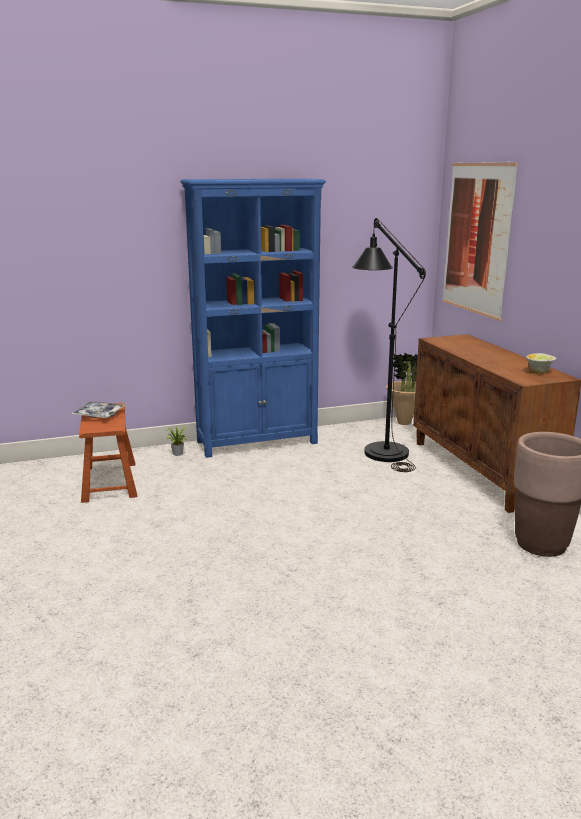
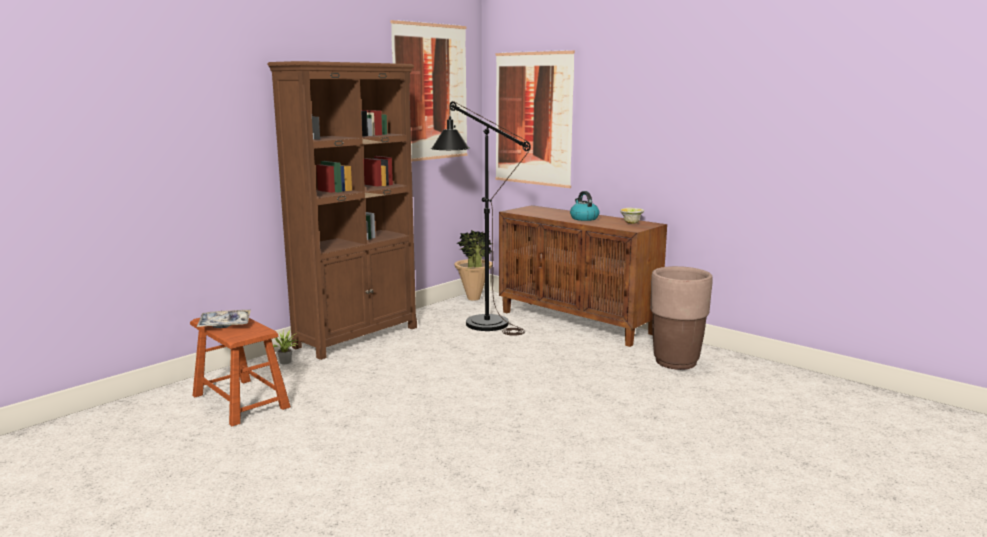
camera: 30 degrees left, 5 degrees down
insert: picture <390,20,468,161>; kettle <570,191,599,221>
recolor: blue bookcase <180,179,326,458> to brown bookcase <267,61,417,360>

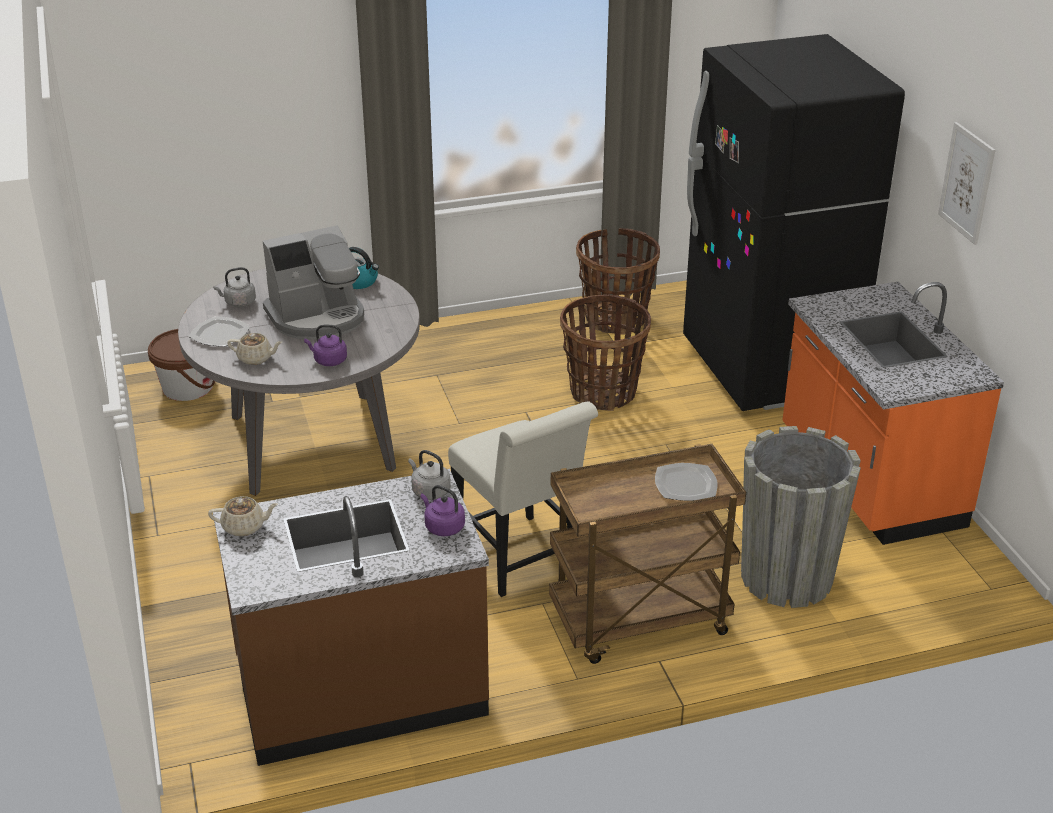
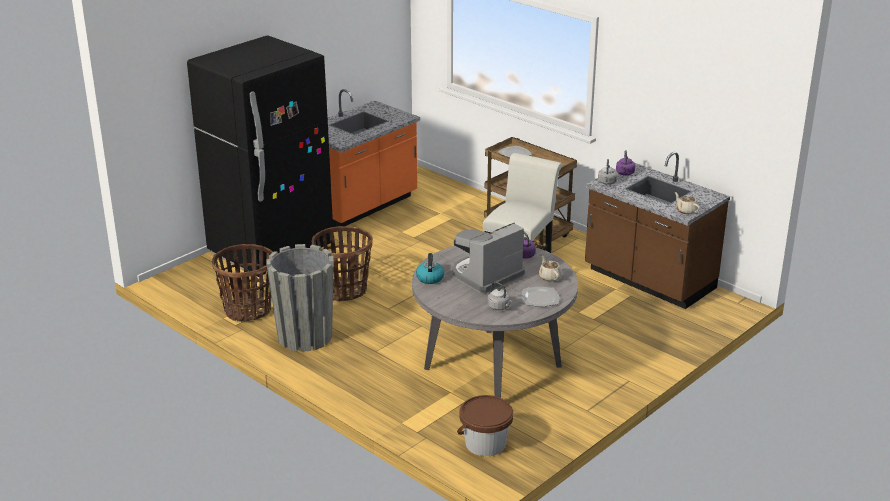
camera: 120 degrees left, 5 degrees down
delete: picture <938,122,995,245>
move: grey planter <741,426,861,608> to <266,244,334,352>
rotate: coffee machine <263,226,364,339> = <452,222,525,293> 75 degrees counterclockwise

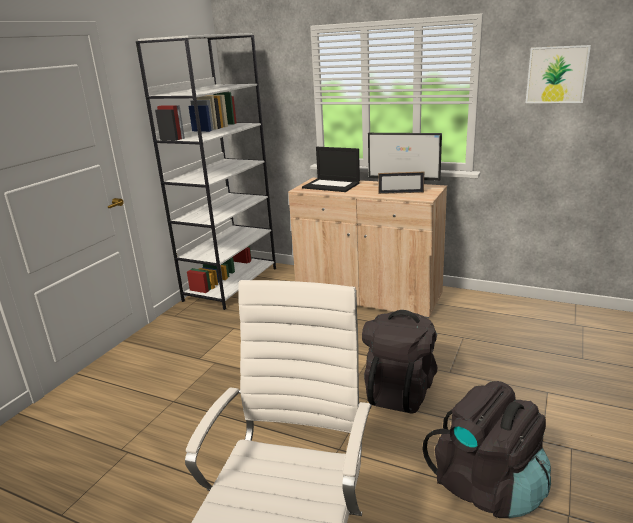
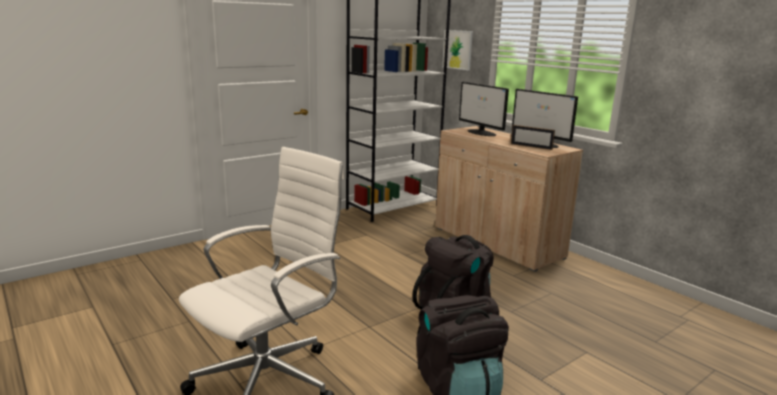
camera: 25 degrees right, 5 degrees down
move: picture <526,45,591,103> to <442,30,473,70>
replace: laptop <302,147,360,192> to monitor <459,82,509,136>

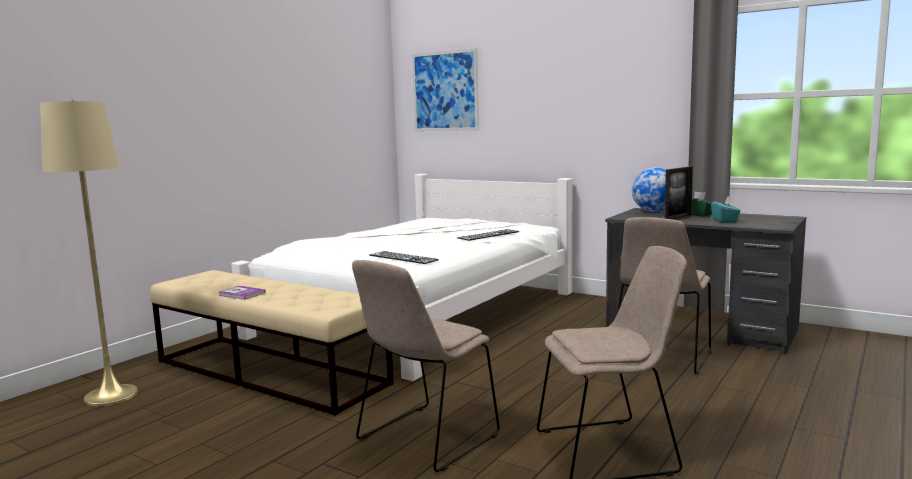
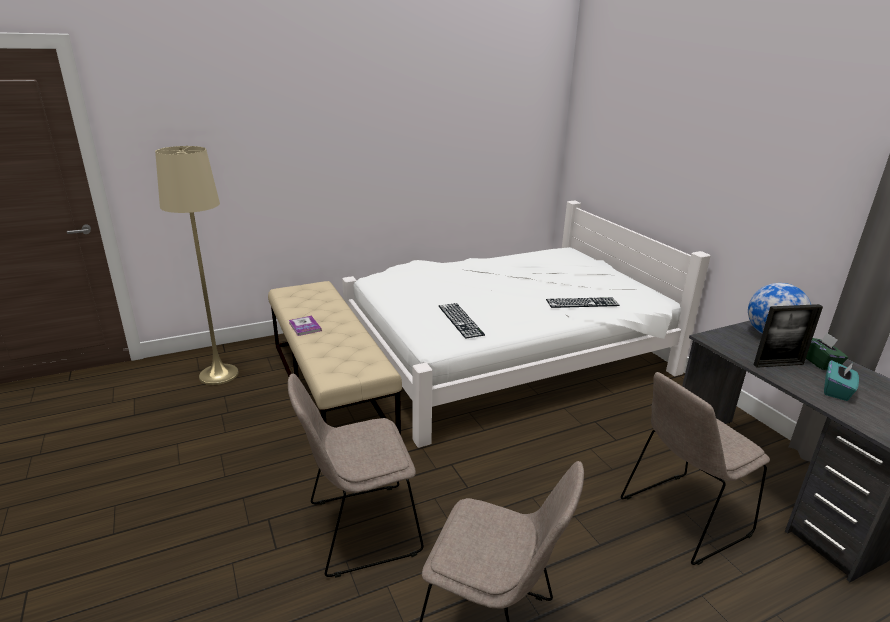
camera: 30 degrees right, 15 degrees up
delete: picture <412,48,479,131>

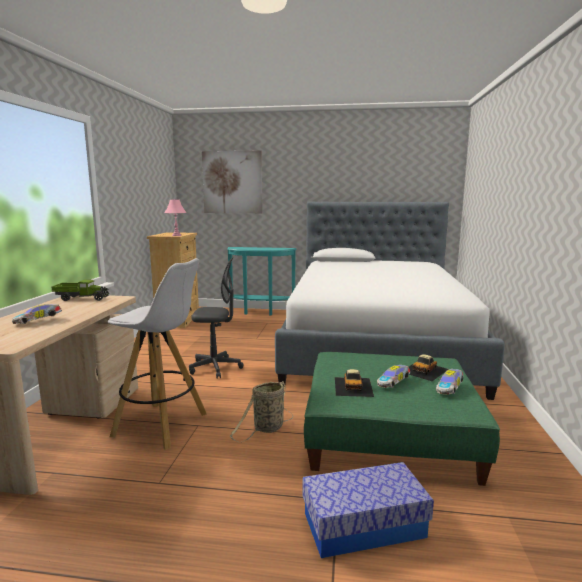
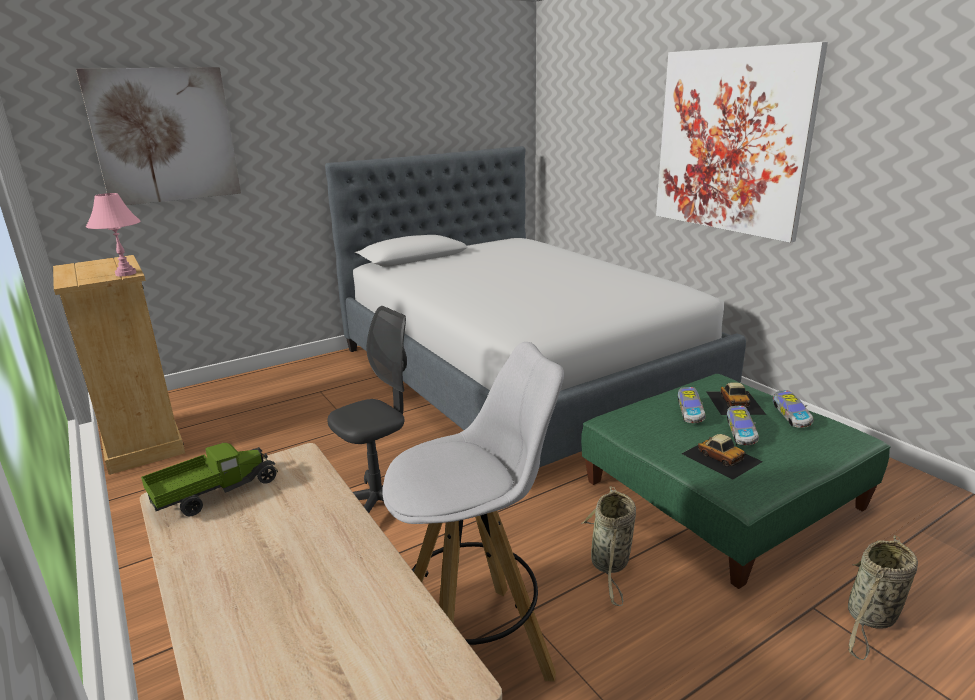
camera: 40 degrees left, 10 degrees up
delete: turquoise console table <227,247,297,316>
insert: picture <656,42,828,243>
move: toy car <12,304,62,324> to <678,387,705,423>
replace: storage box <302,462,434,558> to basket <848,535,918,660>

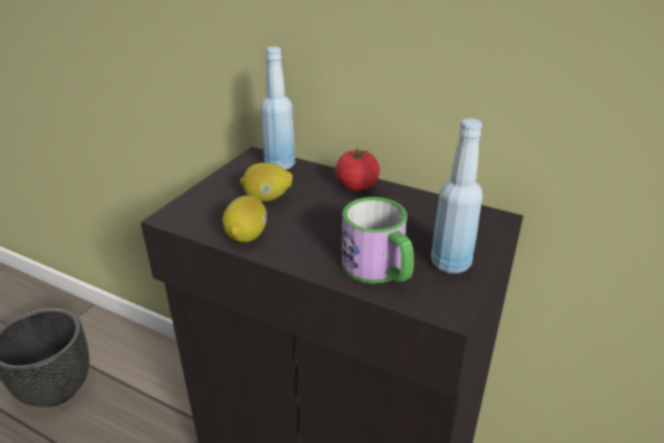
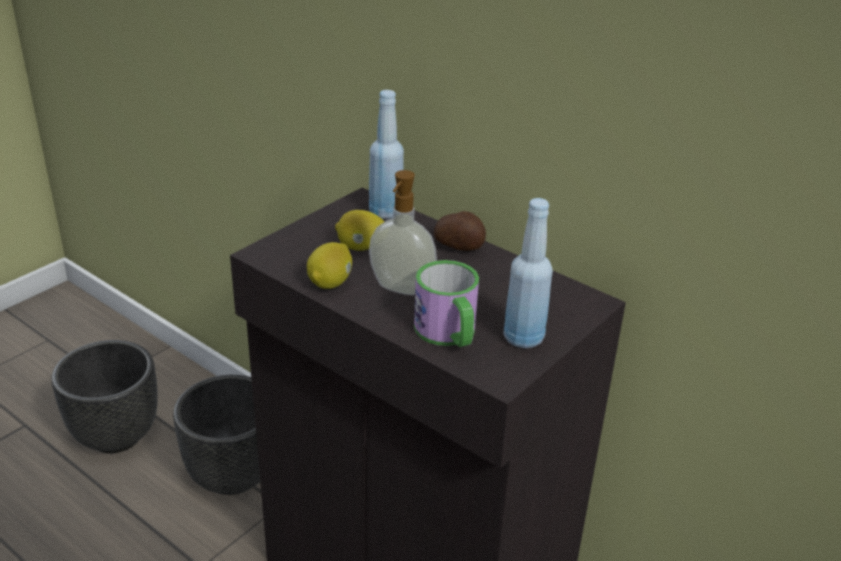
camera: 10 degrees right, 0 degrees up
insert: soap dispenser <369,170,437,295>; black planter <173,375,260,495>
replace: tomato <335,148,380,191> to potato <434,211,486,251>

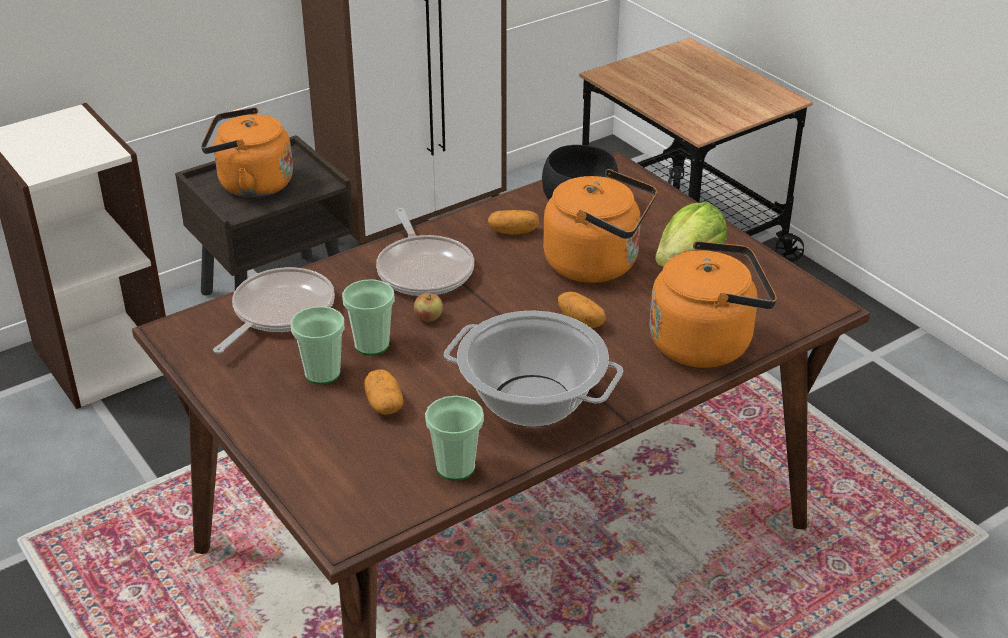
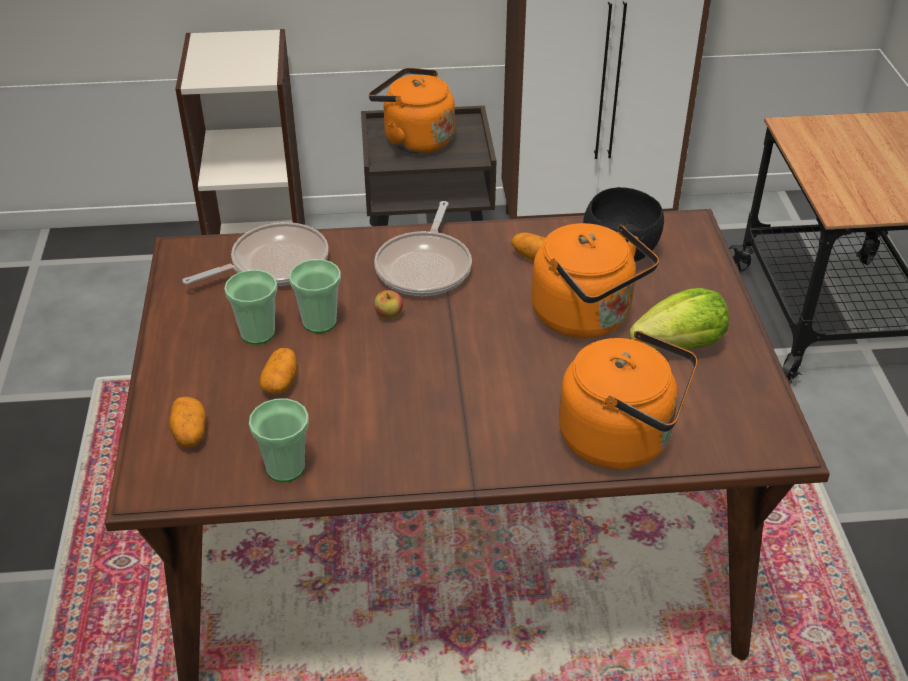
camera: 30 degrees right, 5 degrees up
delete: cooking pot <444,311,623,427>
move: potato <558,292,606,328> to <169,396,206,447>

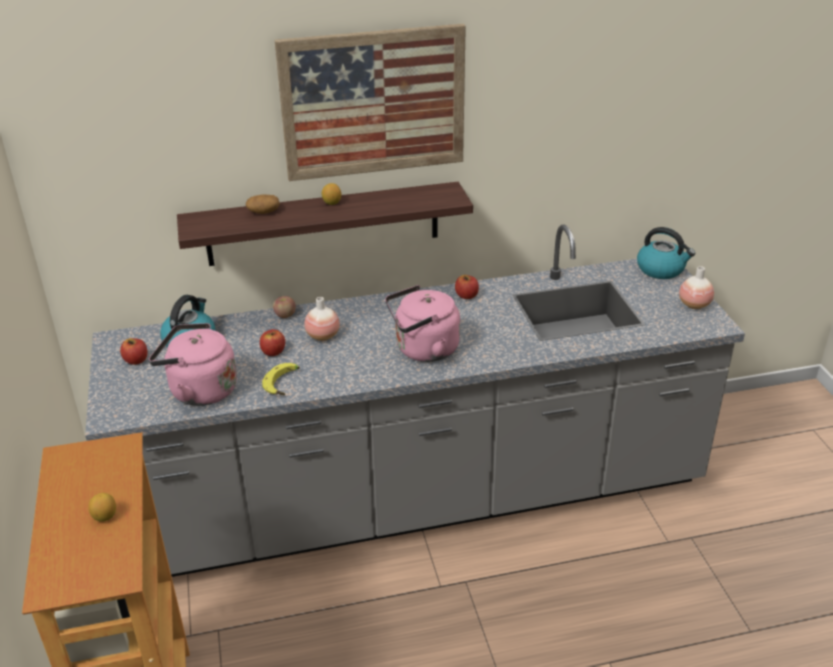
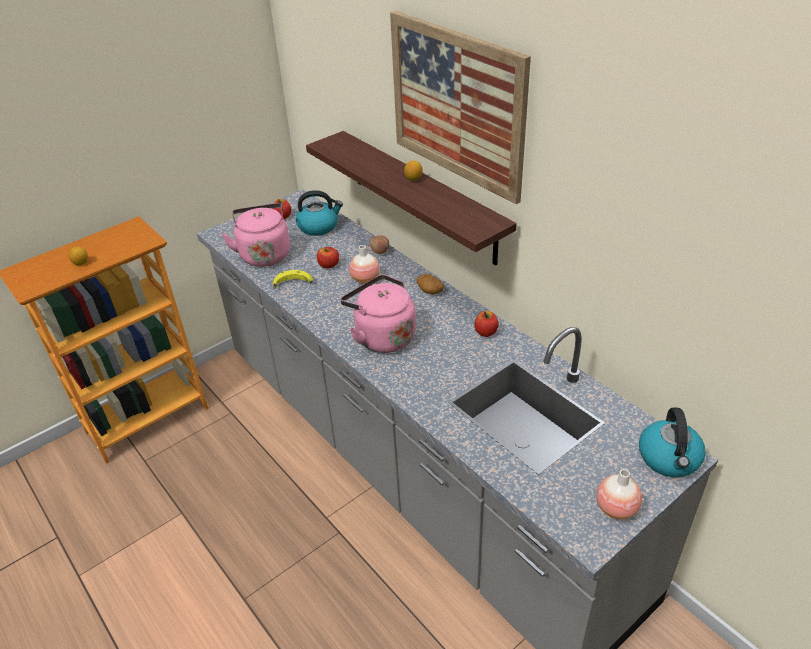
camera: 65 degrees right, 5 degrees up
move: potato <246,195,280,214> to <417,274,444,294>

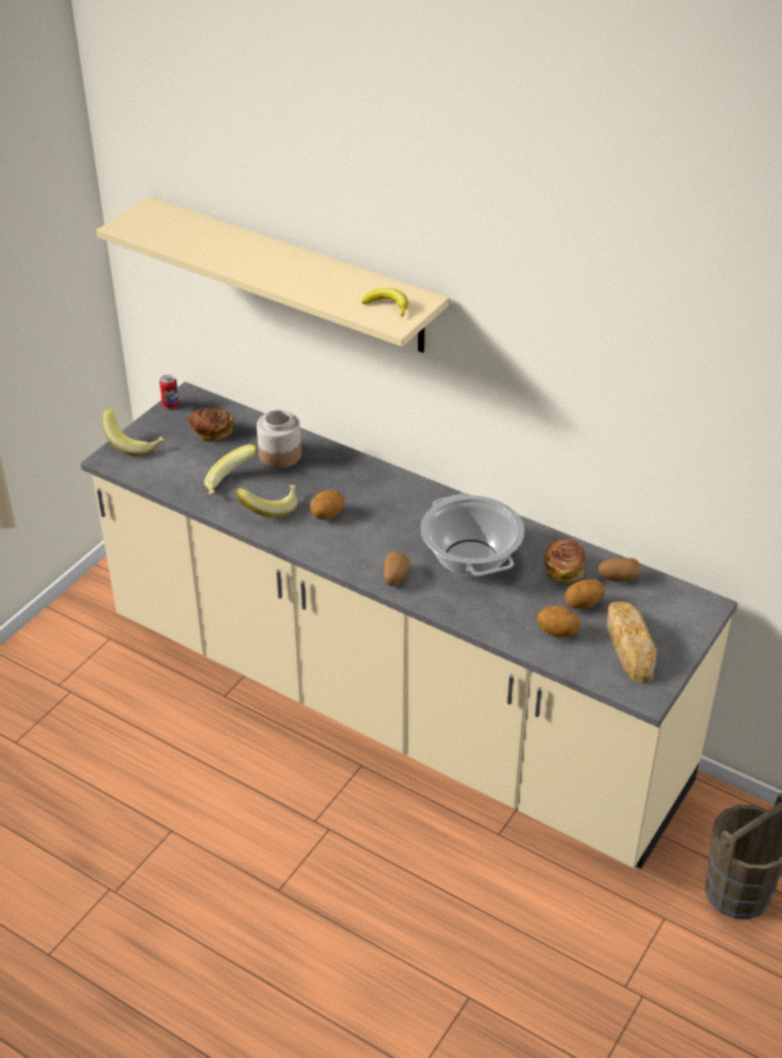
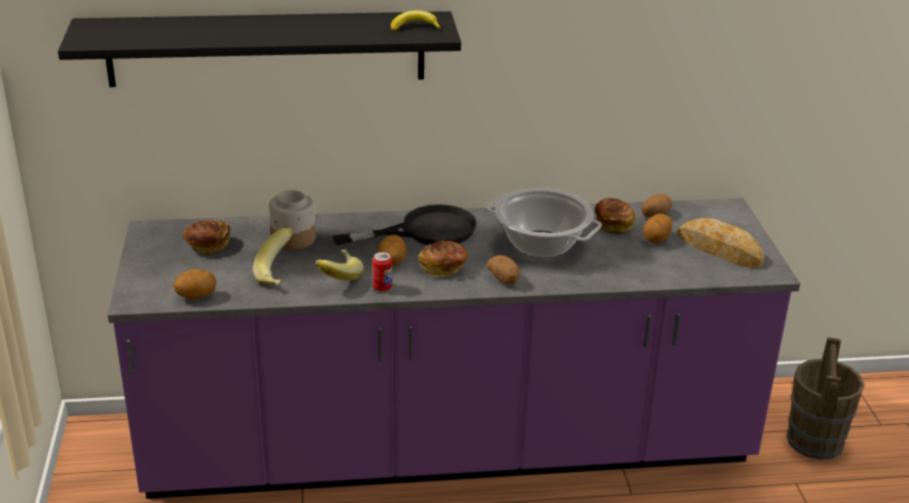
camera: 40 degrees left, 10 degrees down
delete: banana <102,408,164,456>
insert: black frying pan <333,204,477,245>; bread <418,241,468,277>
move: can <159,375,179,408> to <372,252,392,291>; potato <537,606,580,637> to <174,269,217,299>
recolor: beige shelf <96,197,449,353> to black shelf <58,11,461,87>; beige counter <81,382,737,869> to purple counter <108,198,800,499>

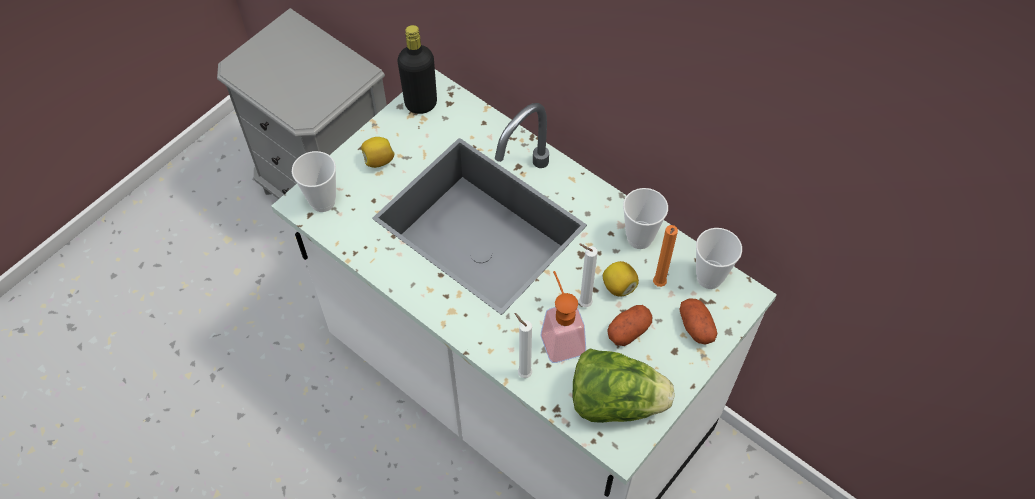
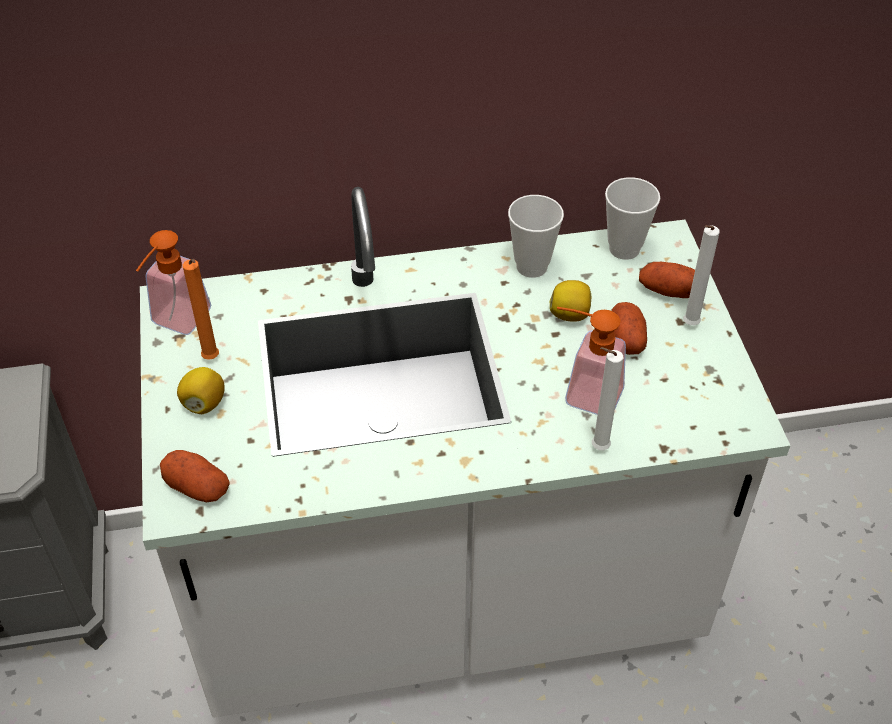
camera: 50 degrees left, 10 degrees down
delete: lettuce <573,349,675,423>
move: orange candle <653,225,678,287> to <183,259,219,360>; white candle <579,244,598,307> to <683,225,720,325>
replace: black bottle <398,25,437,114> to soap dispenser <136,230,211,335>; cup <292,151,336,212> to potato <160,450,230,502>

